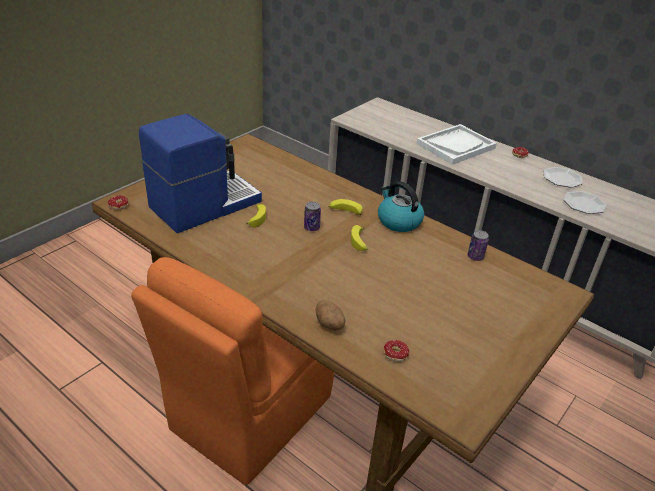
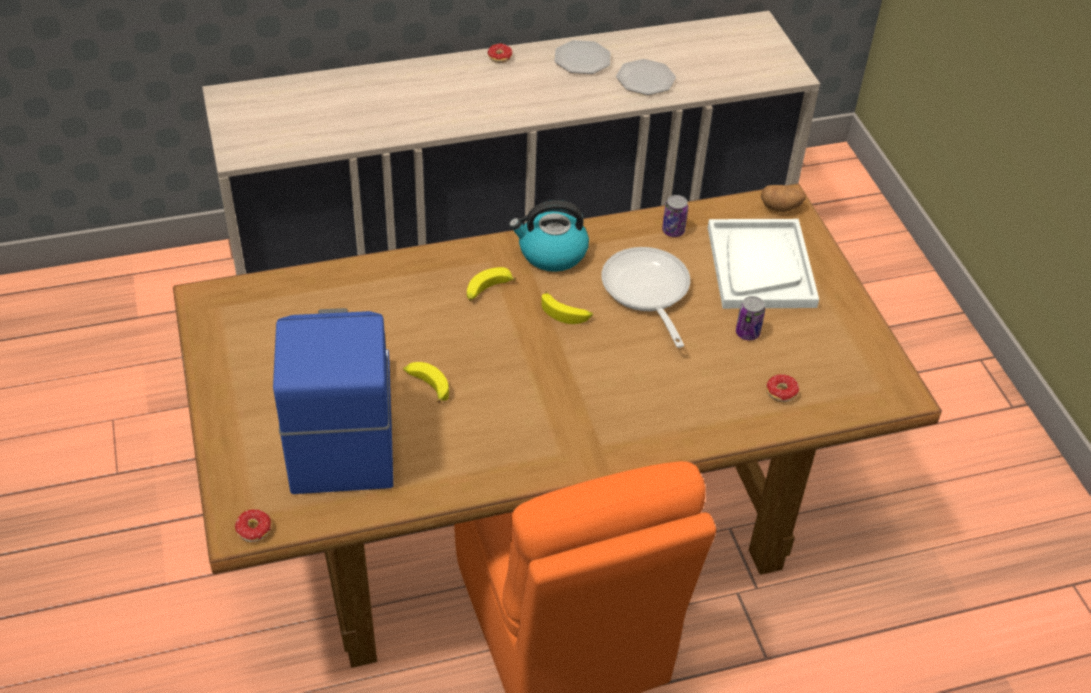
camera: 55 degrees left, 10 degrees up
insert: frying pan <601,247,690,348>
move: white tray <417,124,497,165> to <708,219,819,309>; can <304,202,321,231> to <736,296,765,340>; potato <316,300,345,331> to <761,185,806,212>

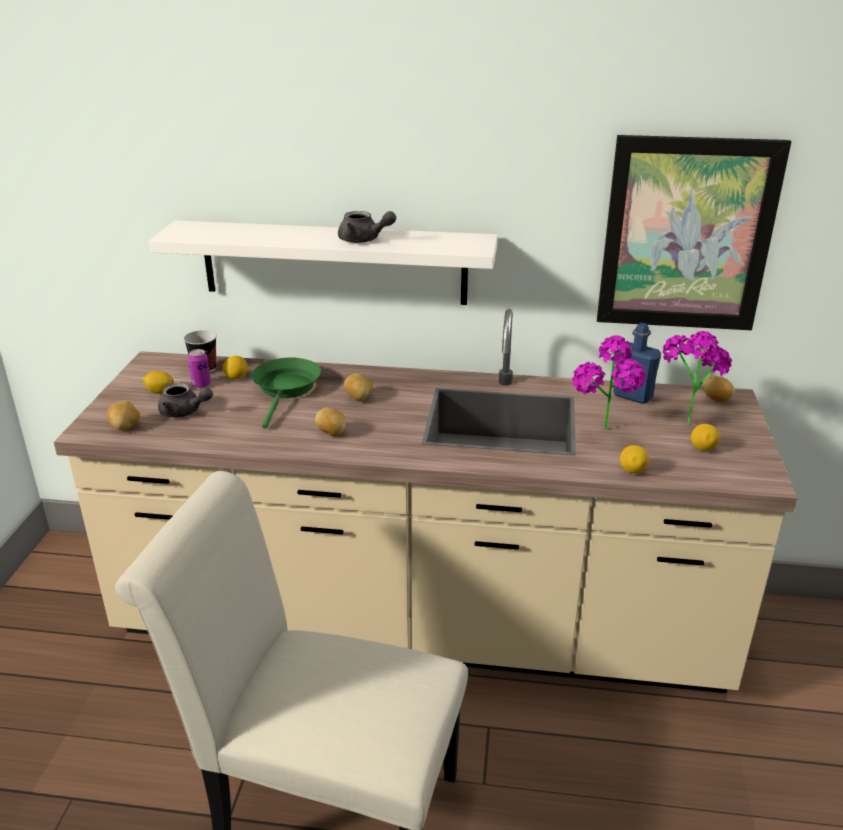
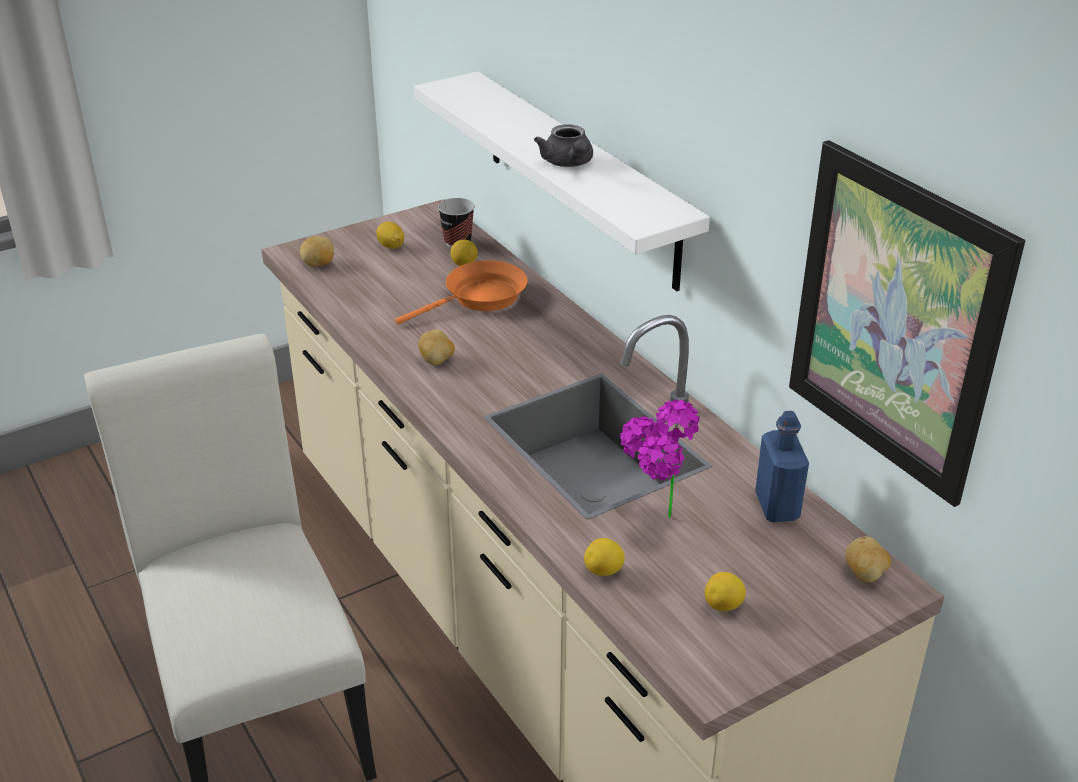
camera: 50 degrees right, 5 degrees up
delete: potted plant <662,331,732,425>; can <188,349,211,388>; potato <344,373,373,401>; grey teapot <158,383,213,417>
recolor: green frying pan <251,357,321,429> to orange frying pan <395,260,528,324>

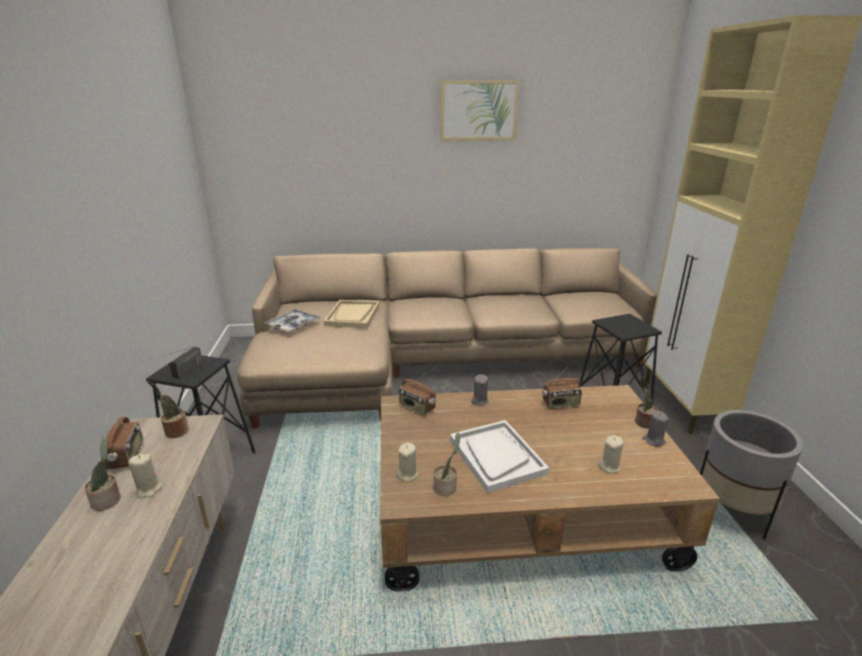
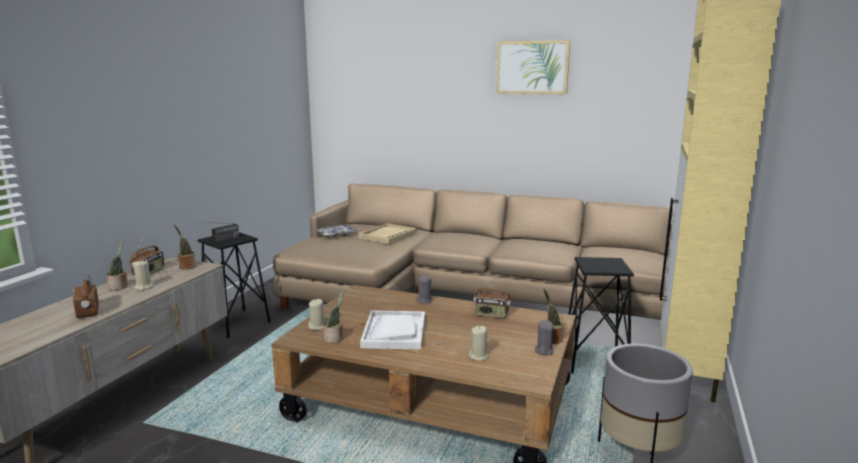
camera: 25 degrees right, 10 degrees down
move: radio <399,372,436,416> to <72,274,99,318>

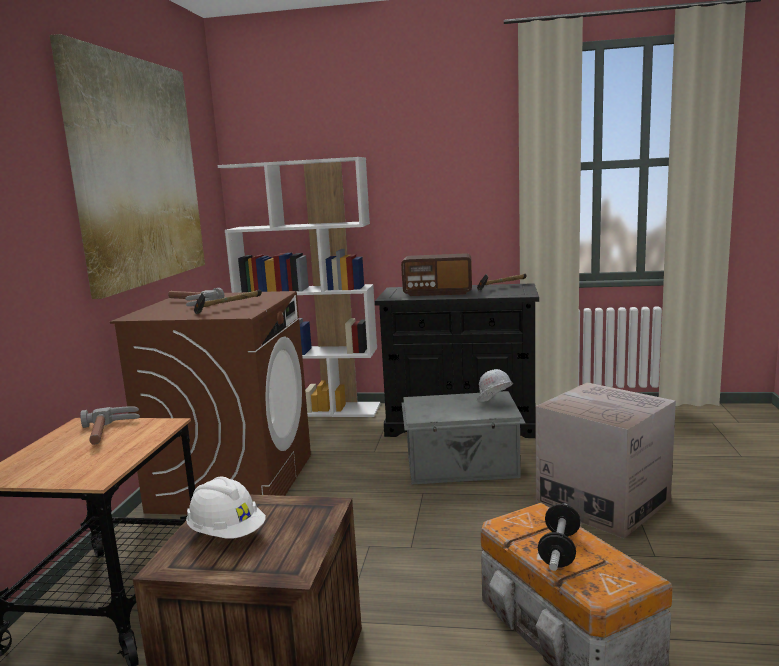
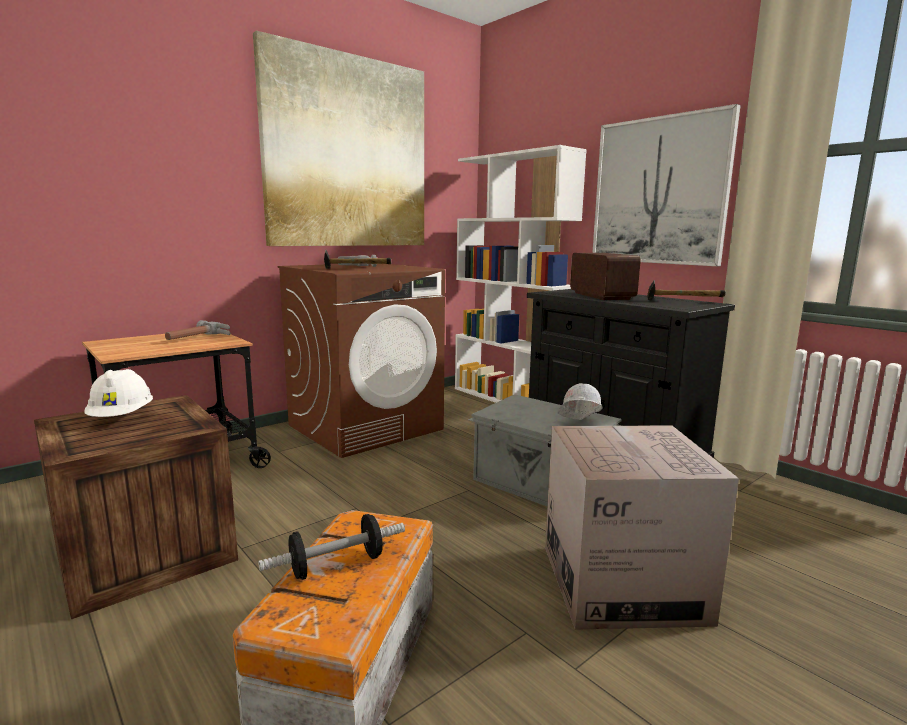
camera: 40 degrees right, 0 degrees up
insert: picture <592,104,741,266>
rotate: radio <401,253,472,296> = <570,253,641,300> 150 degrees counterclockwise

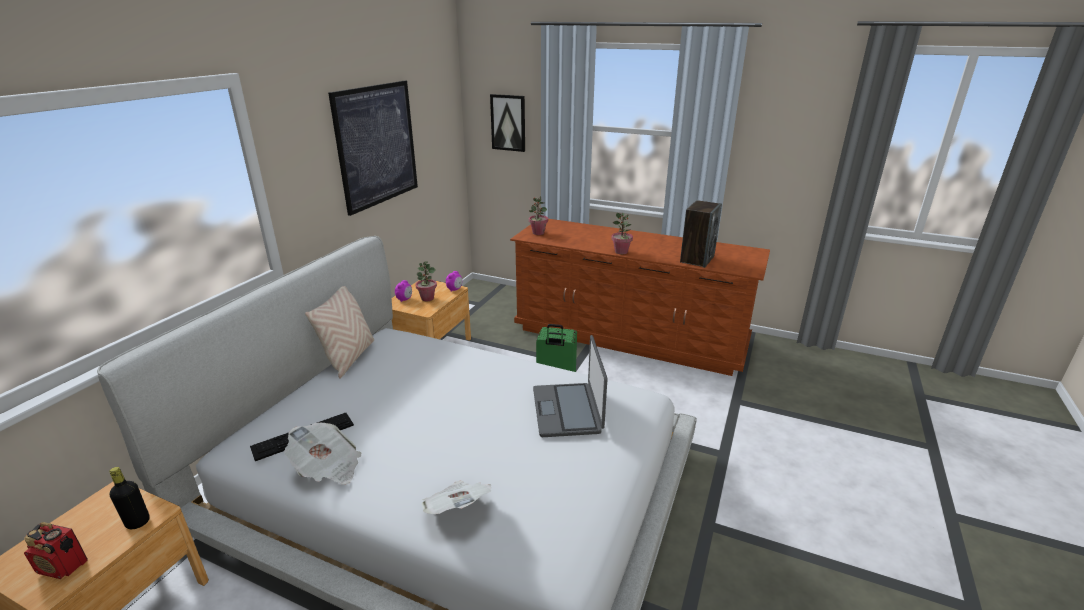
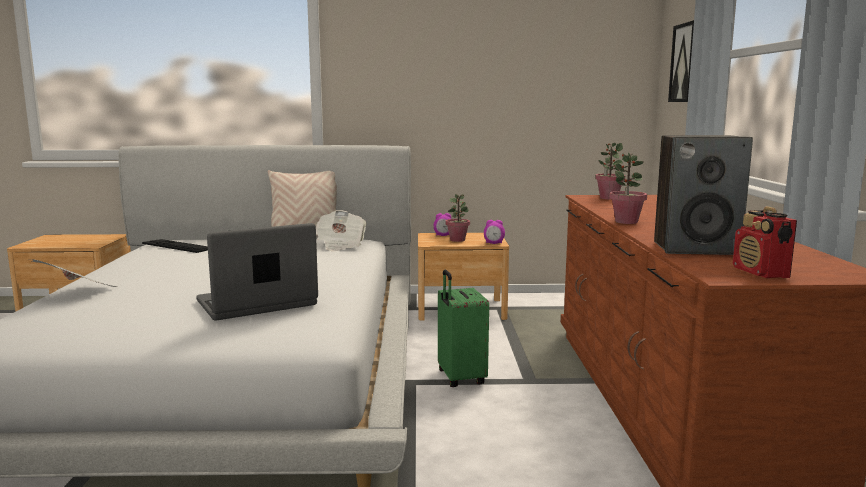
camera: 65 degrees right, 15 degrees down
delete: picture <328,81,418,216>; black bottle <109,467,150,529>
move: newspaper <284,423,362,485> to <316,210,367,251>; radio <24,522,88,579> to <733,206,797,278>

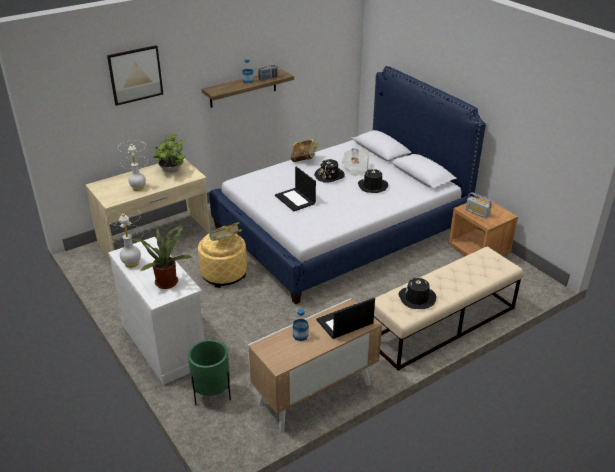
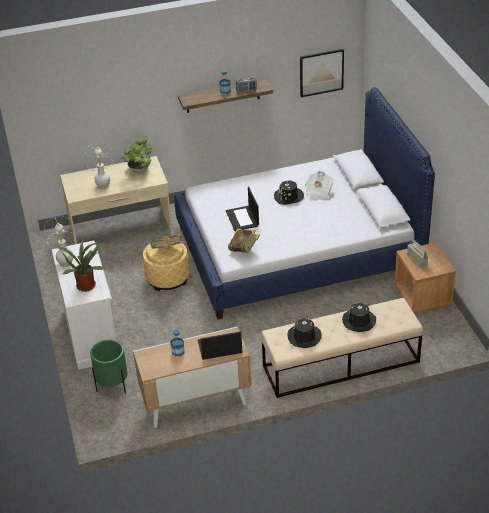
camera: 20 degrees right, 5 degrees up
move: picture <107,45,163,106> to <300,49,344,97>; book <291,138,318,162> to <228,229,260,253>; black hat <358,169,388,193> to <342,302,376,332>

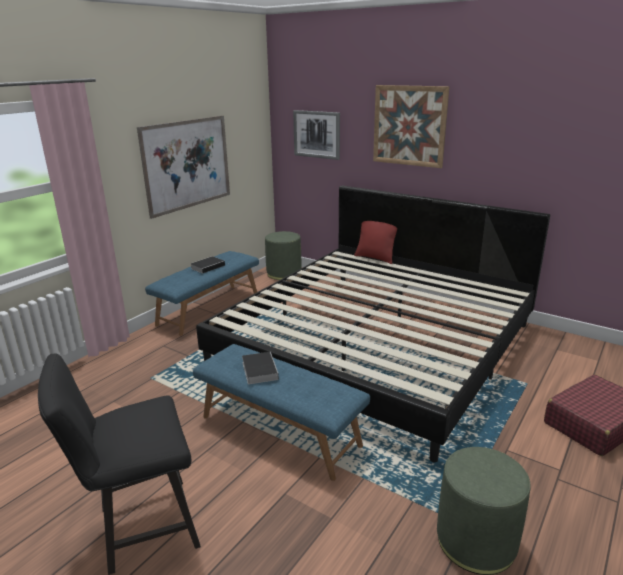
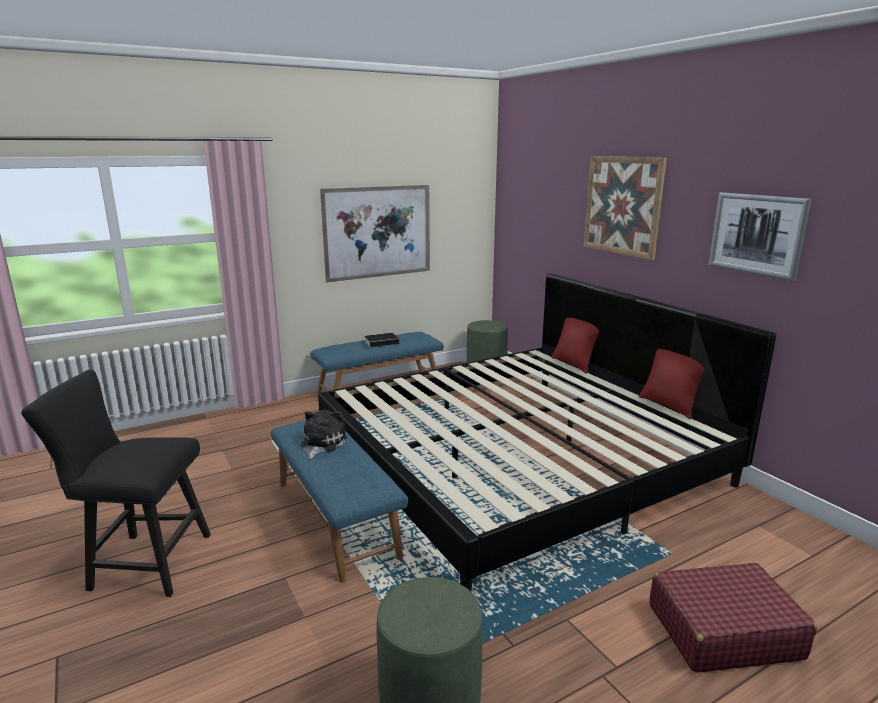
camera: 25 degrees right, 5 degrees down
insert: red pillow <639,349,705,419>
move: picture <293,110,340,160> to <708,192,812,282>
replace: book <242,352,279,384> to plush toy <300,410,347,459>

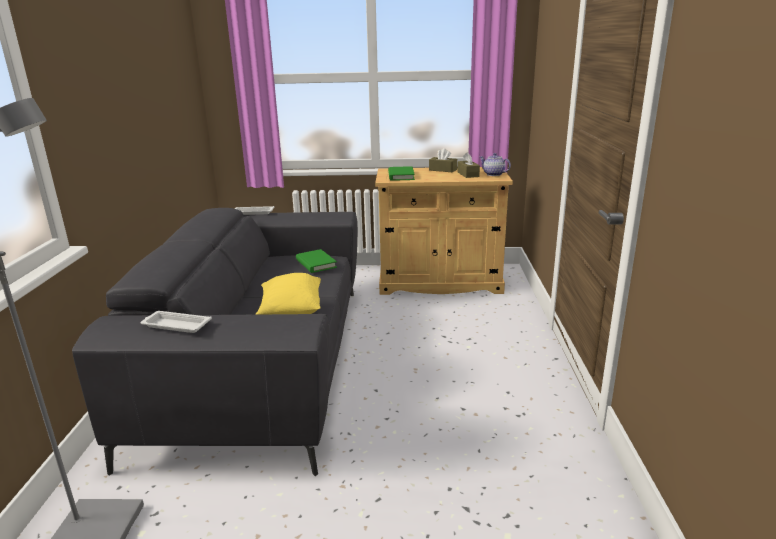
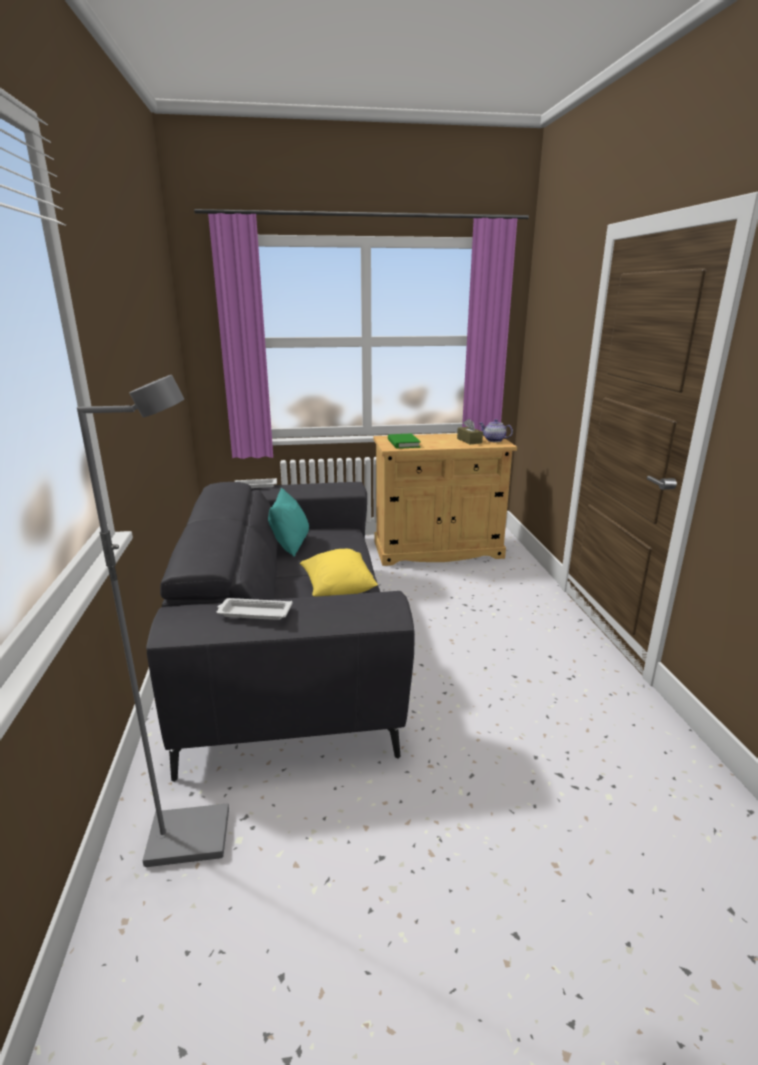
camera: 10 degrees left, 0 degrees up
delete: brown tissue box <429,148,457,172>; green book <296,249,337,273>
insert: turquoise pillow <268,488,309,557>

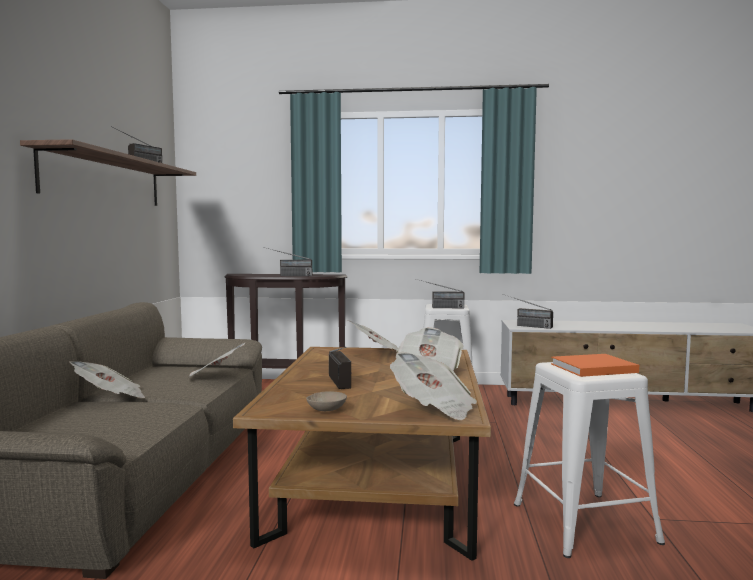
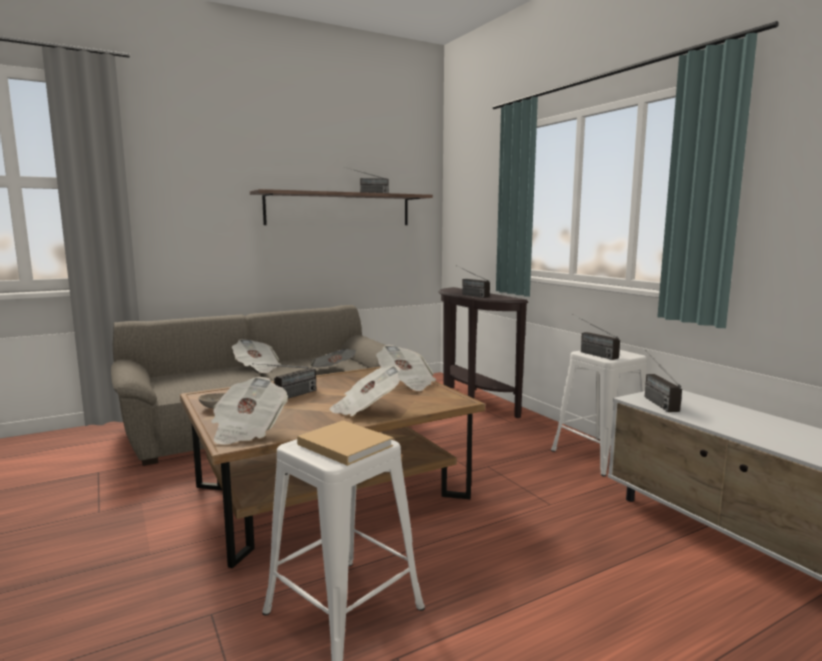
camera: 55 degrees right, 5 degrees up
recolor: orange book <551,354,639,377> to beige book <297,420,393,466>

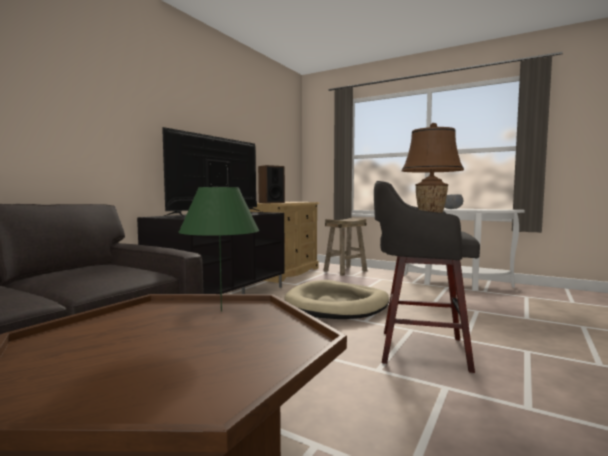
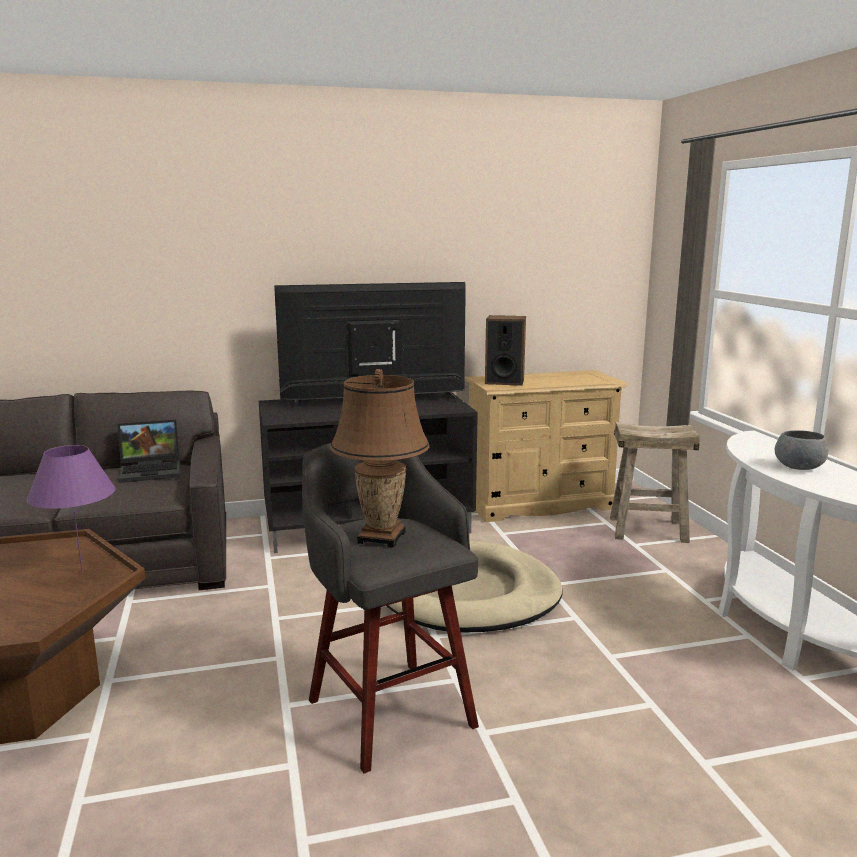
camera: 45 degrees right, 10 degrees up
insert: laptop <117,420,180,483>
recolor: green table lamp <178,187,259,312> to purple table lamp <26,445,116,572>

